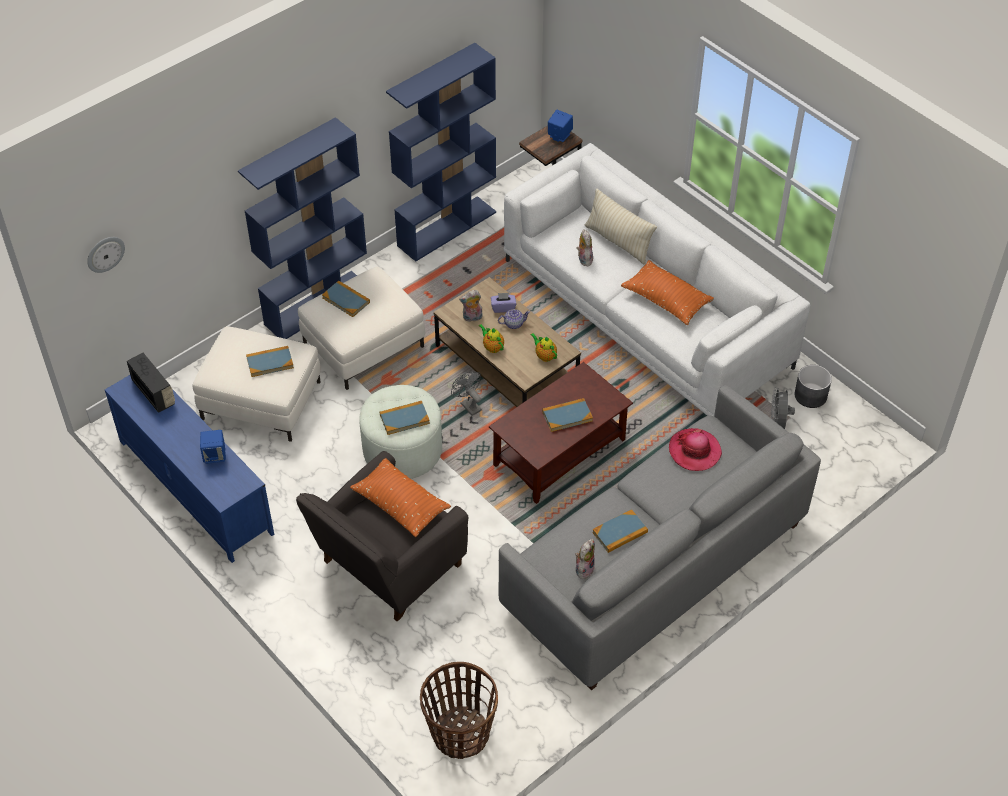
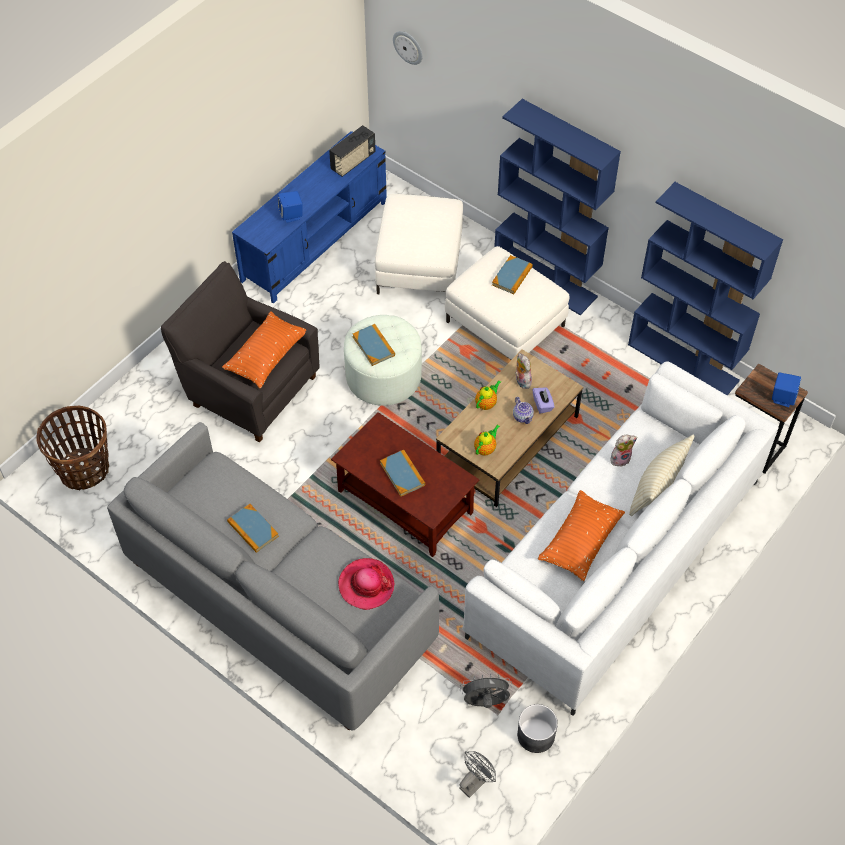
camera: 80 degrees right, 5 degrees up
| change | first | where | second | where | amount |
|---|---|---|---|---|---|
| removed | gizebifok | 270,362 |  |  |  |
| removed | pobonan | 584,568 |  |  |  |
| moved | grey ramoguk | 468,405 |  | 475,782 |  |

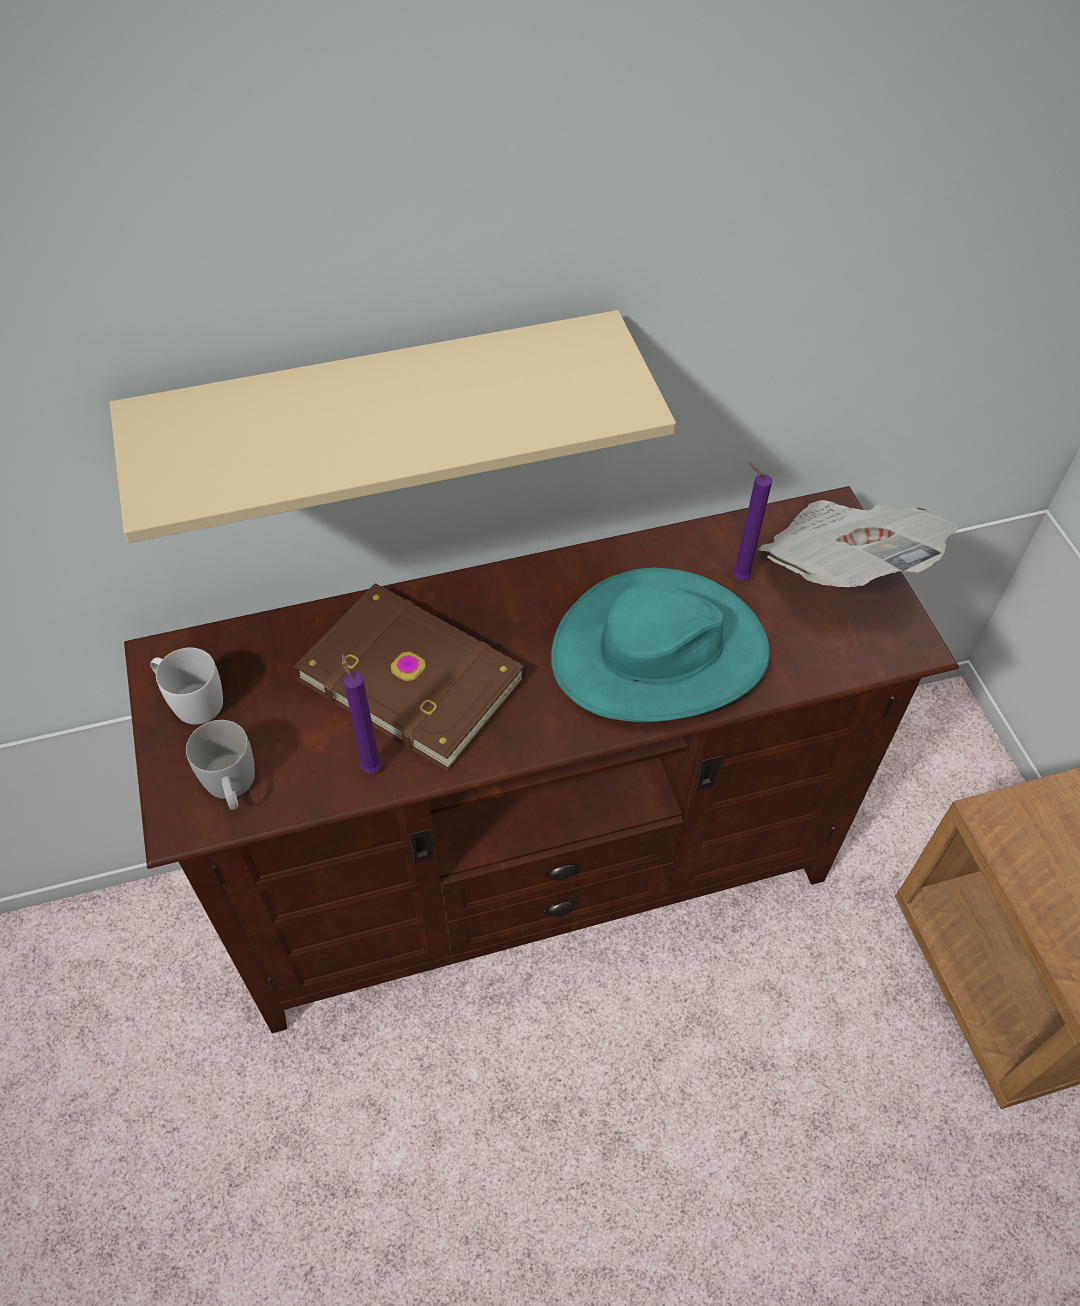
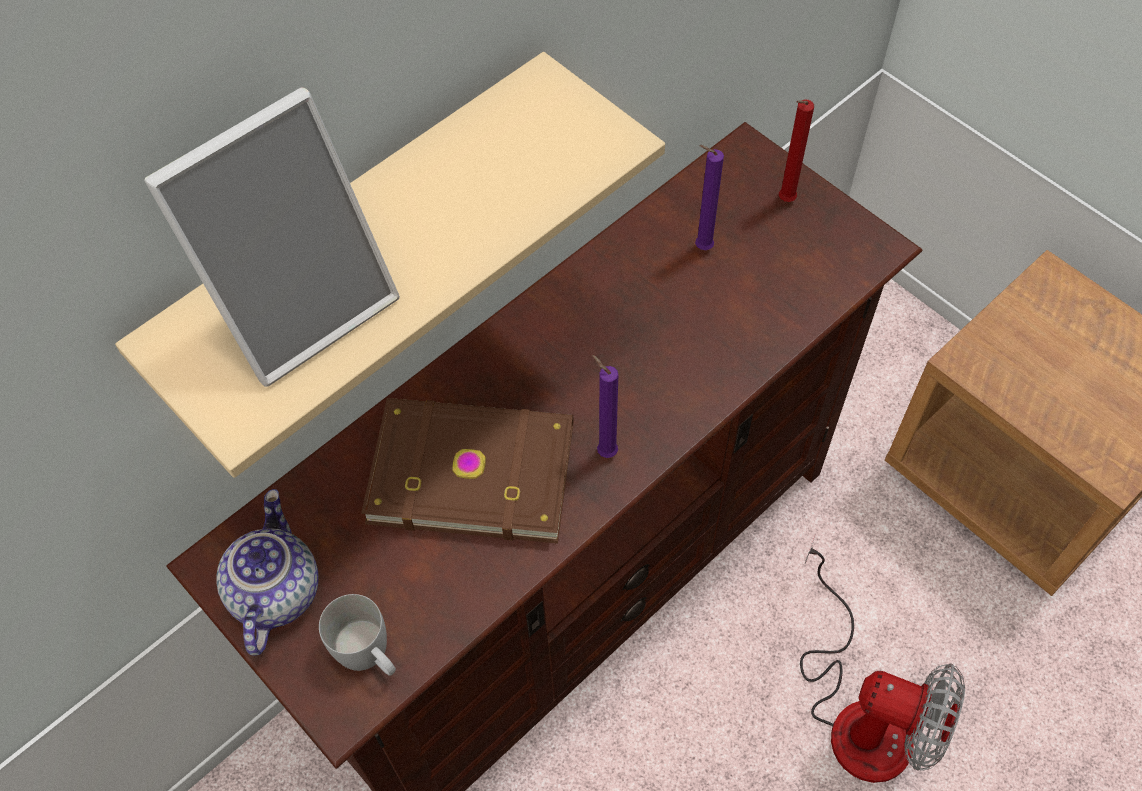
camera: 25 degrees left, 5 degrees up
| change | first | where | second | where | amount |
|---|---|---|---|---|---|
| removed | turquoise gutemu | 660,654 |  |  |  |
| added |  |  | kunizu | 302,305 |  |
| added |  |  | ramoguk | 859,711 |  |
| moved | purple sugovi | 370,765 |  | 604,451 |  |
| replaced | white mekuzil | 190,700 | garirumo | 274,591 |  |
| replaced | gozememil | 843,568 | red sugovi | 784,201 |  |

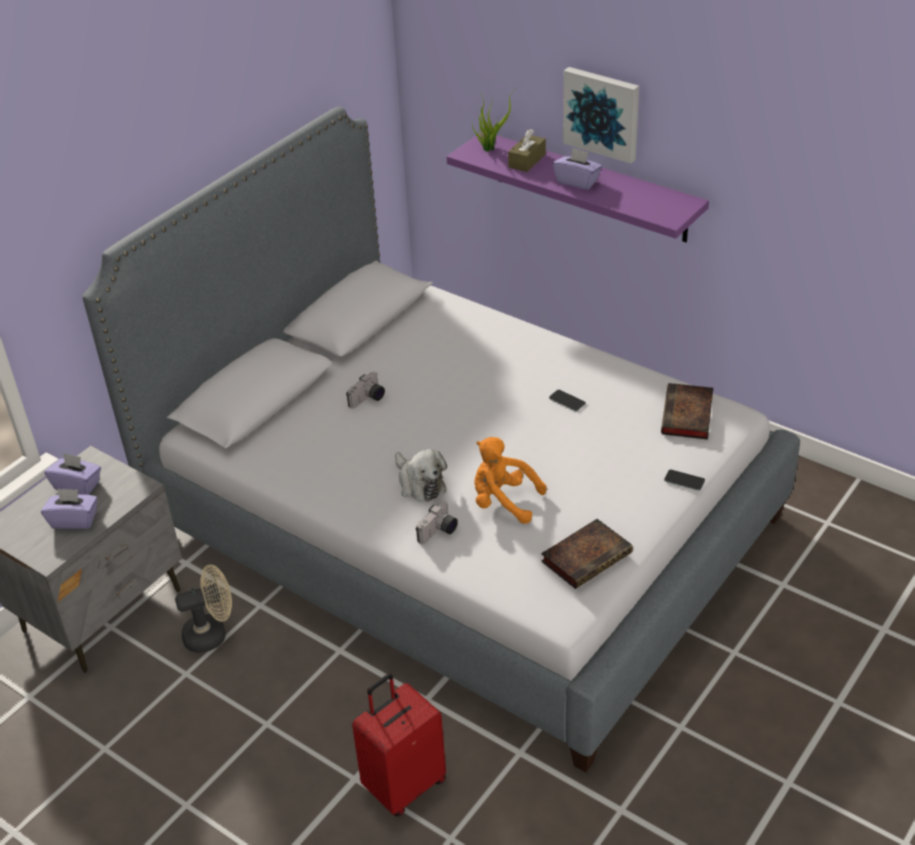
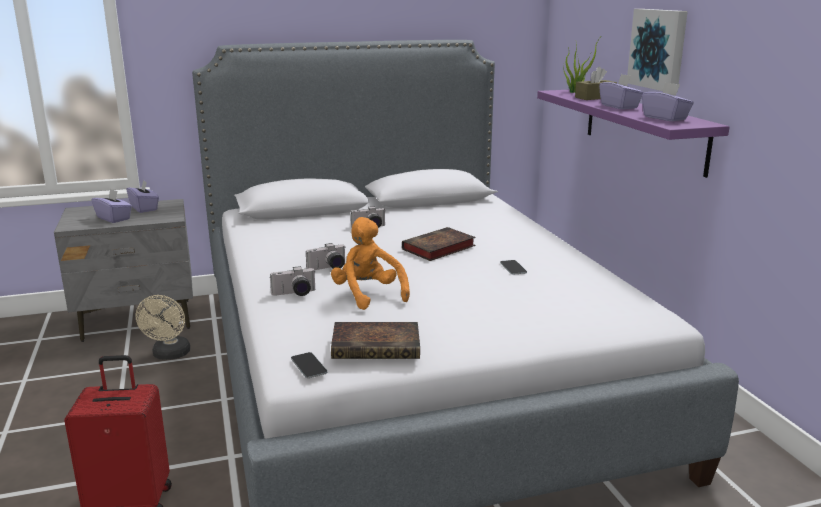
camera: 35 degrees right, 20 degrees down
| change | first | where | second | where | amount |
|---|---|---|---|---|---|
| added |  |  | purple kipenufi | 665,118 |  |
| moved | gizebifok | 687,416 |  | 438,249 |  |
| moved | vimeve | 684,480 |  | 309,365 |  |
| replaced | pobonan | 420,483 | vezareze | 328,268 |  |
| turned | beige ramoguk | 212,634 |  | 170,355 | 75 degrees clockwise |

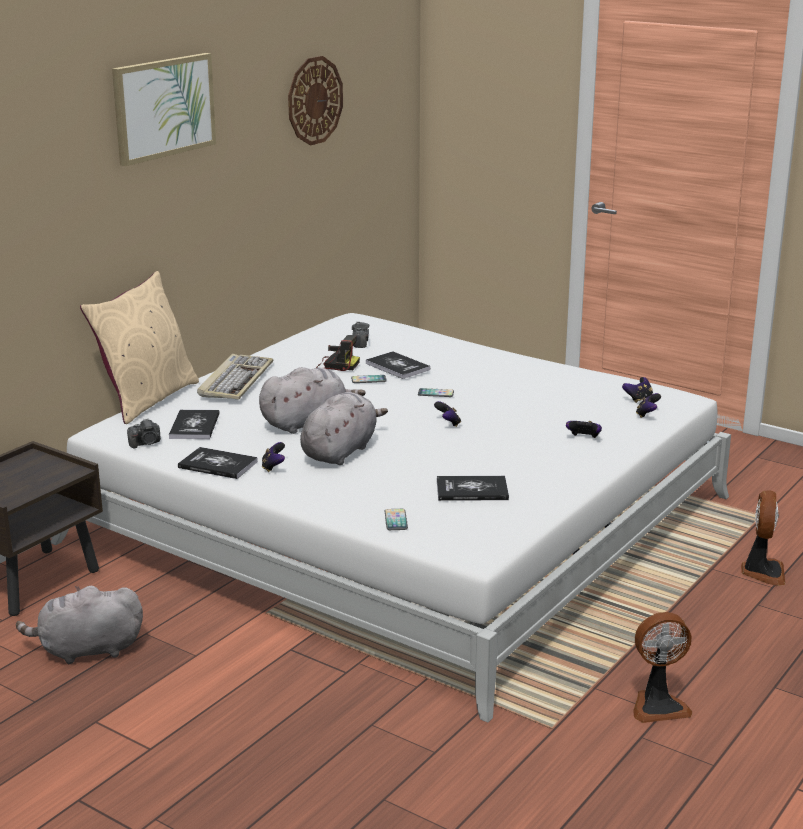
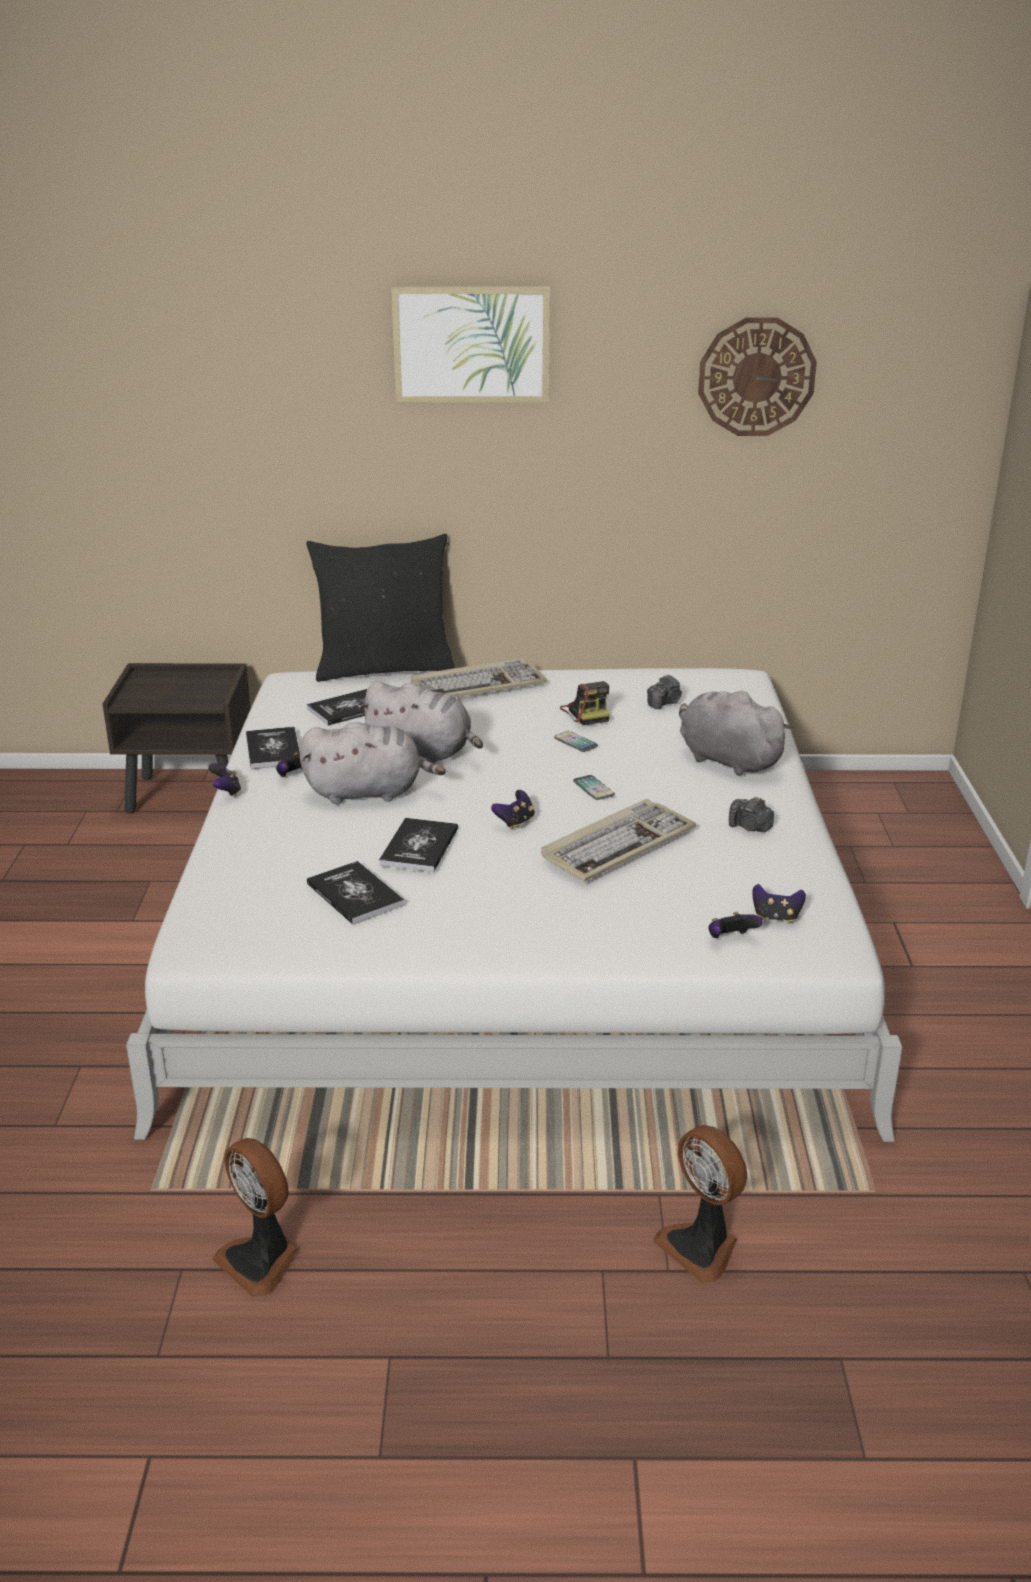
camera: 55 degrees right, 5 degrees up
| change | first | where | second | where | amount |
|---|---|---|---|---|---|
| removed | vimeve | 396,520 |  |  |  |
| added |  |  | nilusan | 618,844 |  |
| moved | grey pobonan | 87,650 |  | 726,760 |  |
| moved | vezareze | 146,443 |  | 750,827 |  |
| moved | gizebifok | 397,366 |  | 419,847 |  |
| moved | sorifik | 583,438 |  | 226,792 |  |
| recoloured | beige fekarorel | 146,399 | black fekarorel | 384,668 |  |
| turned | ramoguk | 762,572 |  | 701,1246 | 75 degrees clockwise |

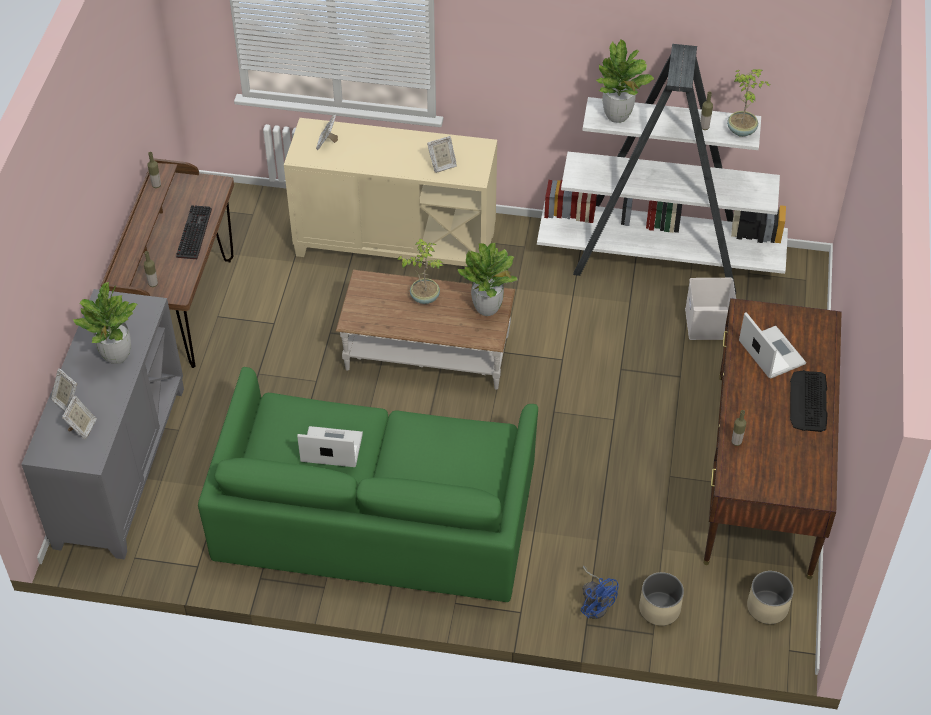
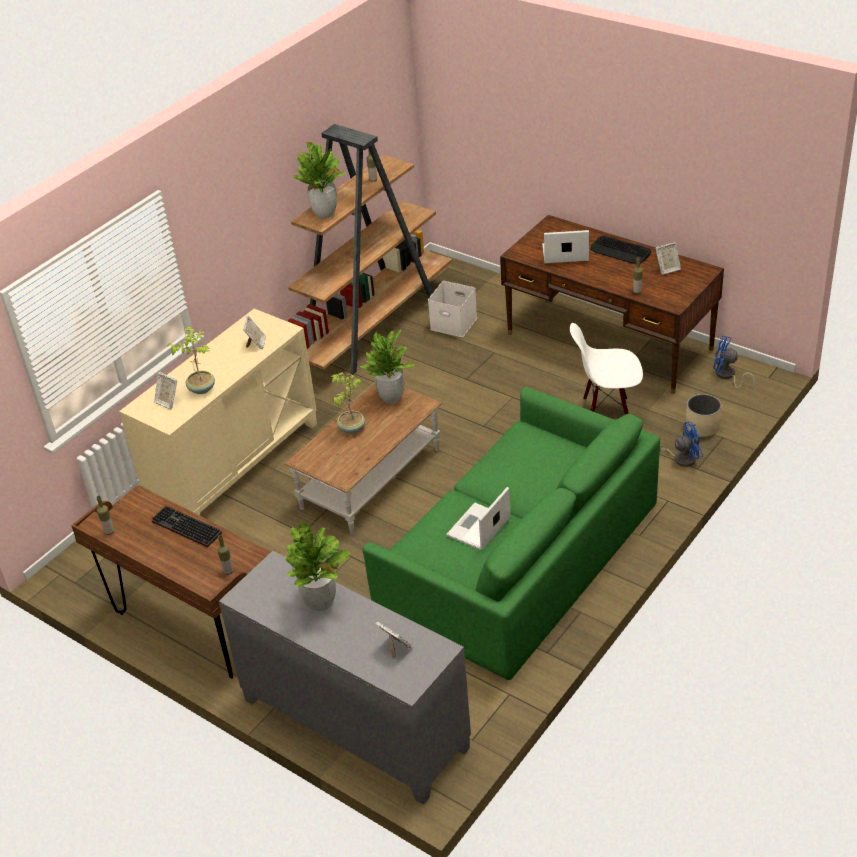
camera: 60 degrees left, 10 degrees down
| change | first | where | second | where | amount |
|---|---|---|---|---|---|
| added |  |  | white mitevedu | 606,416 |  |
| moved | kunizu | 66,401 |  | 667,269 |  |
| moved | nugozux | 742,130 |  | 201,388 |  |
| replaced | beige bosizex | 767,607 | blue ramoguk | 727,376 |  |
| recoloured | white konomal | 660,259 | brown konomal | 373,327 |  |

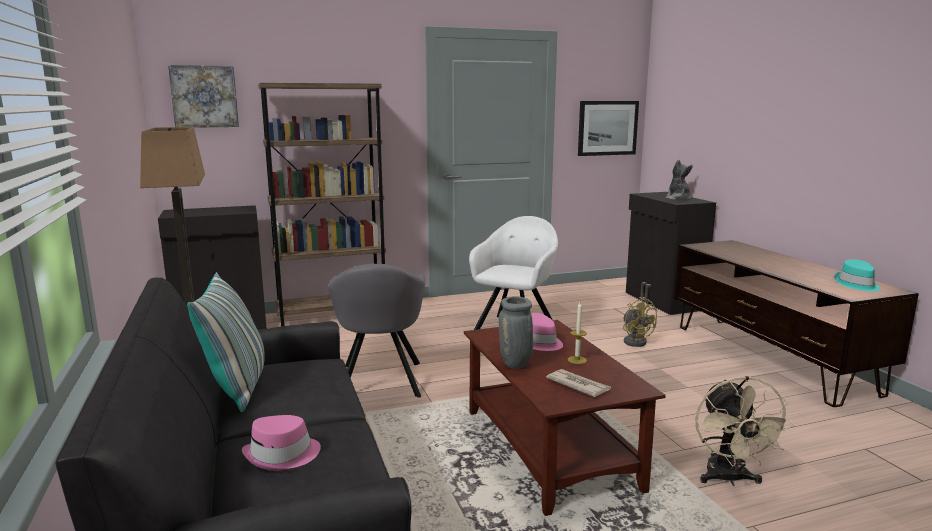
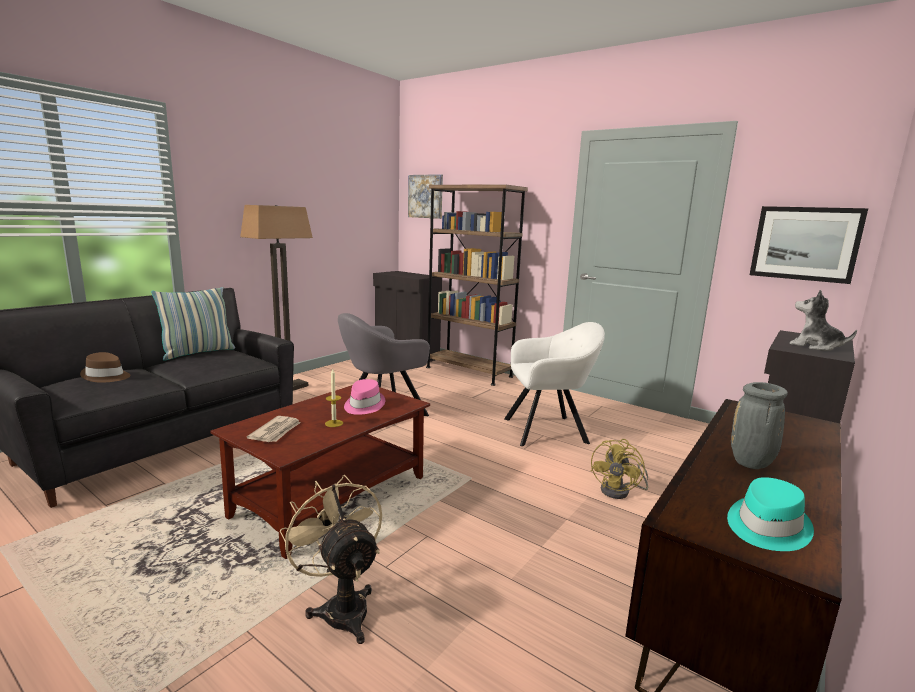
camera: 55 degrees right, 0 degrees up
| change | first | where | second | where | amount |
|---|---|---|---|---|---|
| moved | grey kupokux | 516,364 |  | 751,464 |  |
| recoloured | pink gutemu | 283,455 | brown gutemu | 106,376 |  |
| turned | pobonan | 677,198 |  | 815,346 | 105 degrees counterclockwise |
| turned | beige ramoguk | 729,479 |  | 341,607 | 90 degrees clockwise |

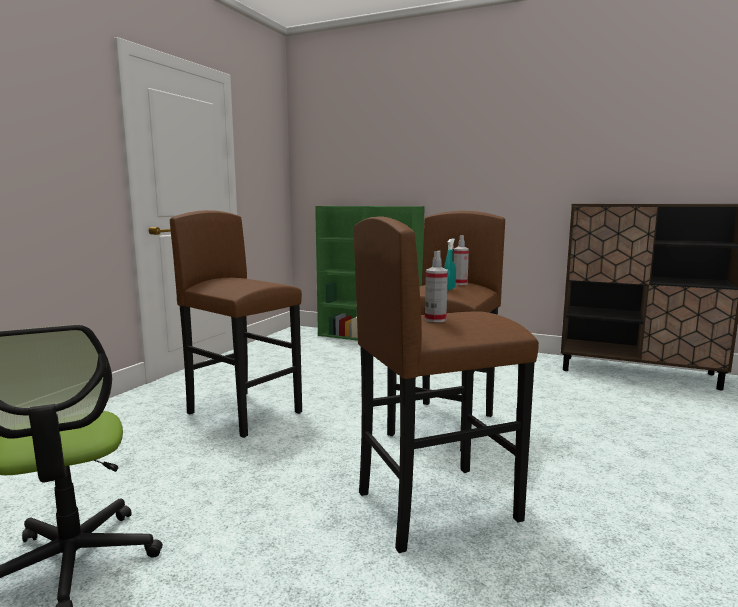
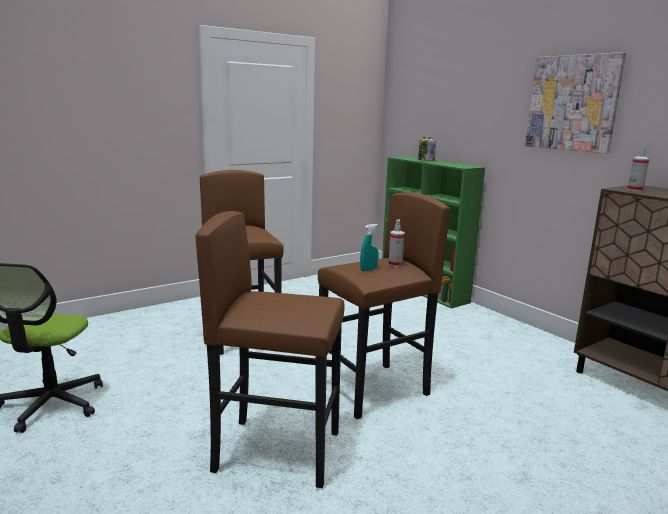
camera: 30 degrees right, 5 degrees up
| change | first | where | second | where | amount |
|---|---|---|---|---|---|
| added |  |  | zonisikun | 426,160 |  |
| added |  |  | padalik | 572,103 |  |
| moved | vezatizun | 435,319 |  | 635,190 |  |

